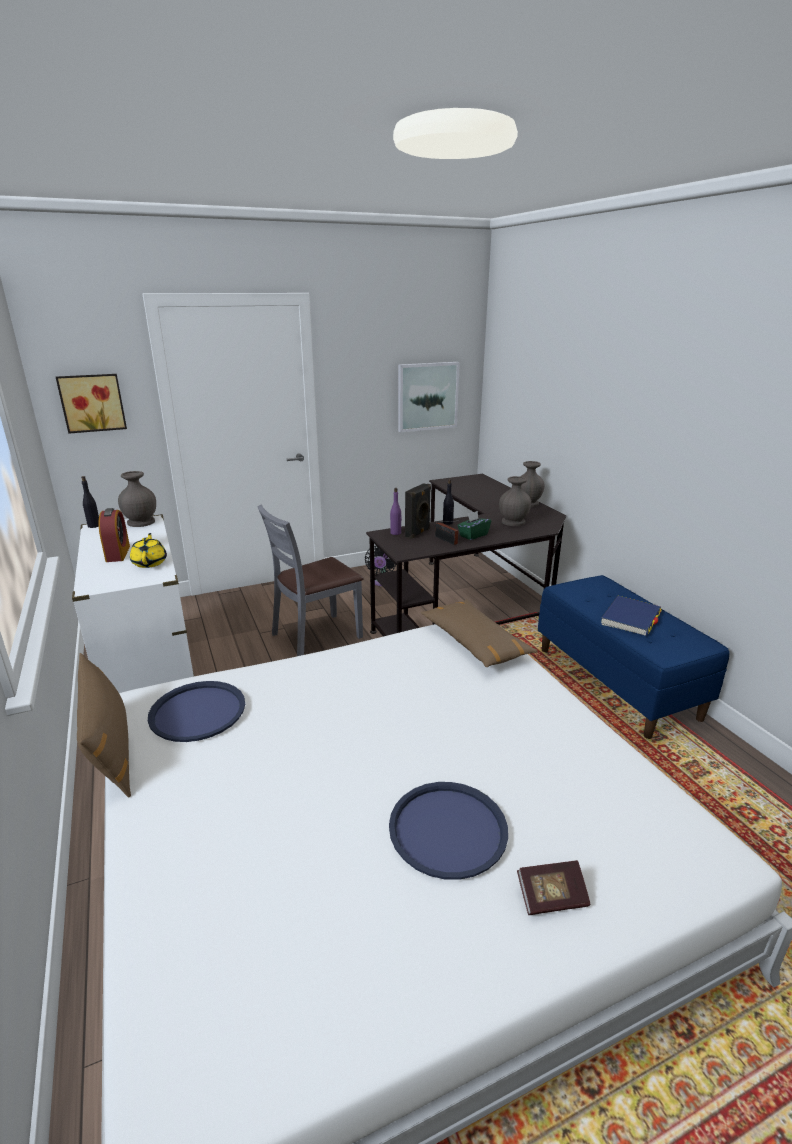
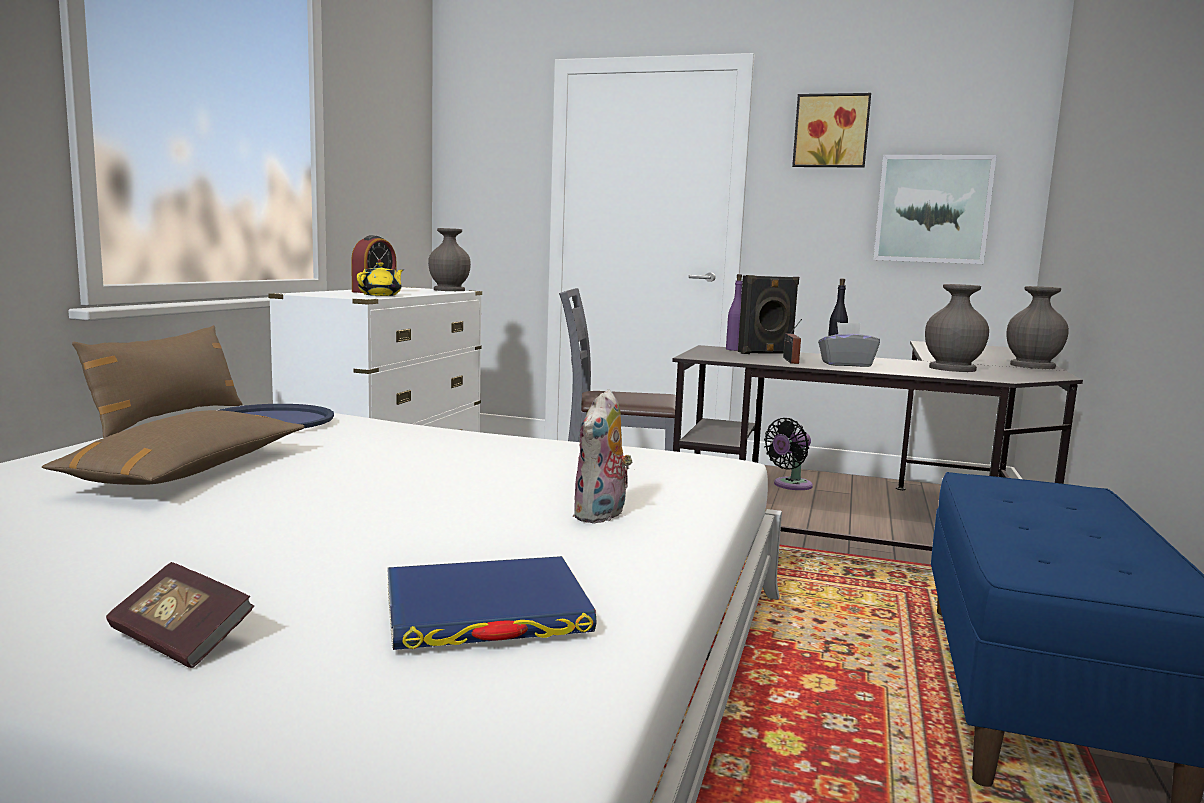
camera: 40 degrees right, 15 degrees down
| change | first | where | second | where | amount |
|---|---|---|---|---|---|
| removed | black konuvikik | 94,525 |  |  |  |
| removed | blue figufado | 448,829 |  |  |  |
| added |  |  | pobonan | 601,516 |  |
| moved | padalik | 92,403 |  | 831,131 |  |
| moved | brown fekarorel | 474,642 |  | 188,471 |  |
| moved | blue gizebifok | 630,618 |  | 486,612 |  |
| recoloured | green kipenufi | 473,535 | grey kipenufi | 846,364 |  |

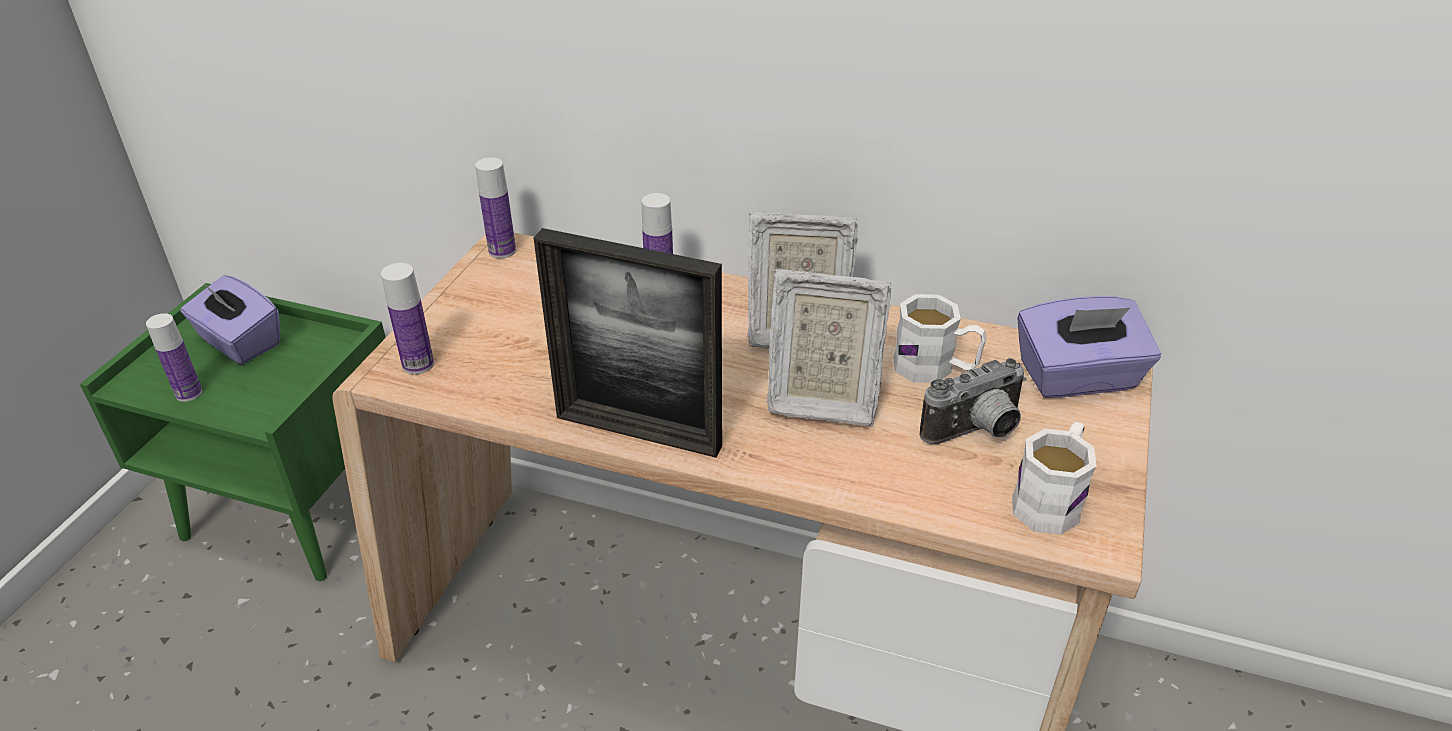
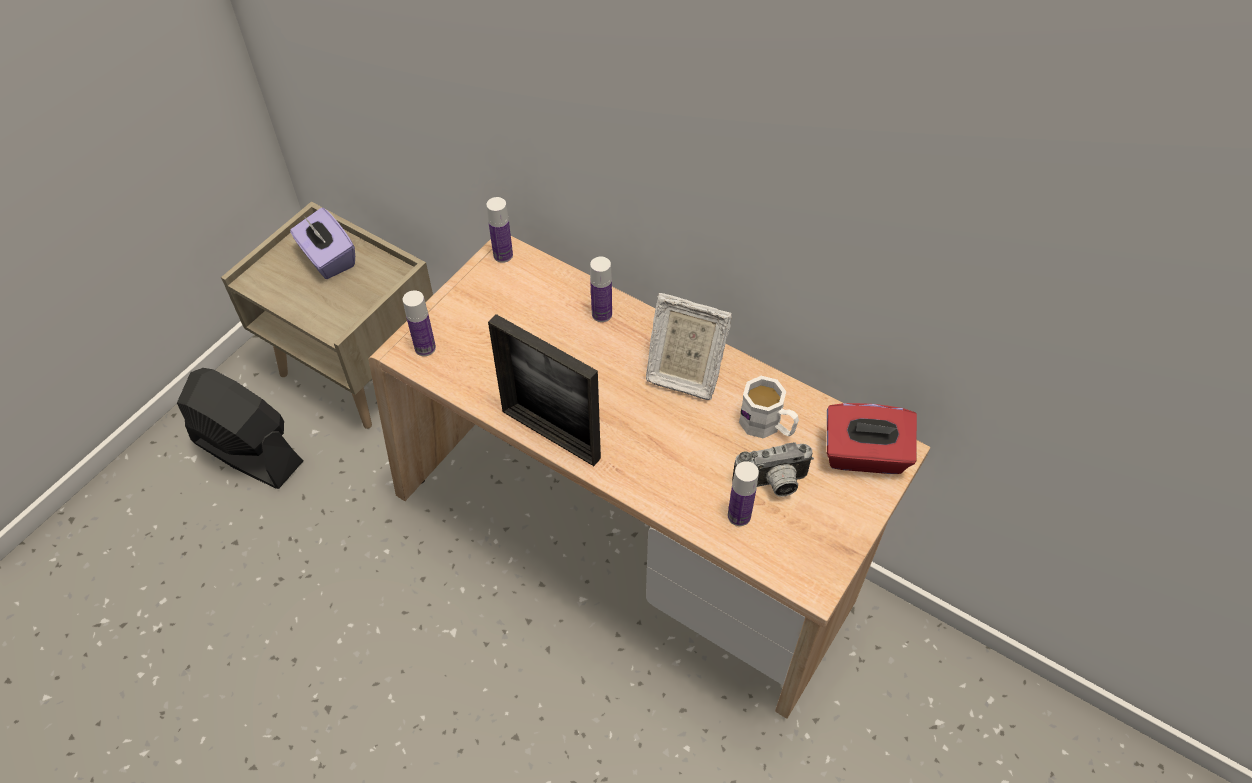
camera: 15 degrees right, 15 degrees up
| change | first | where | second | where | amount |
|---|---|---|---|---|---|
| removed | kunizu | 820,399 |  |  |  |
| removed | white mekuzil | 1050,499 |  |  |  |
| added |  |  | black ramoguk | 247,451 |  |
| moved | konuvikik | 189,393 |  | 739,516 |  |
| recoloured | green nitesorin | 296,510 | beige nitesorin | 359,368 |  |
| recoloured | purple kipenufi | 1078,378 | red kipenufi | 864,455 |  |

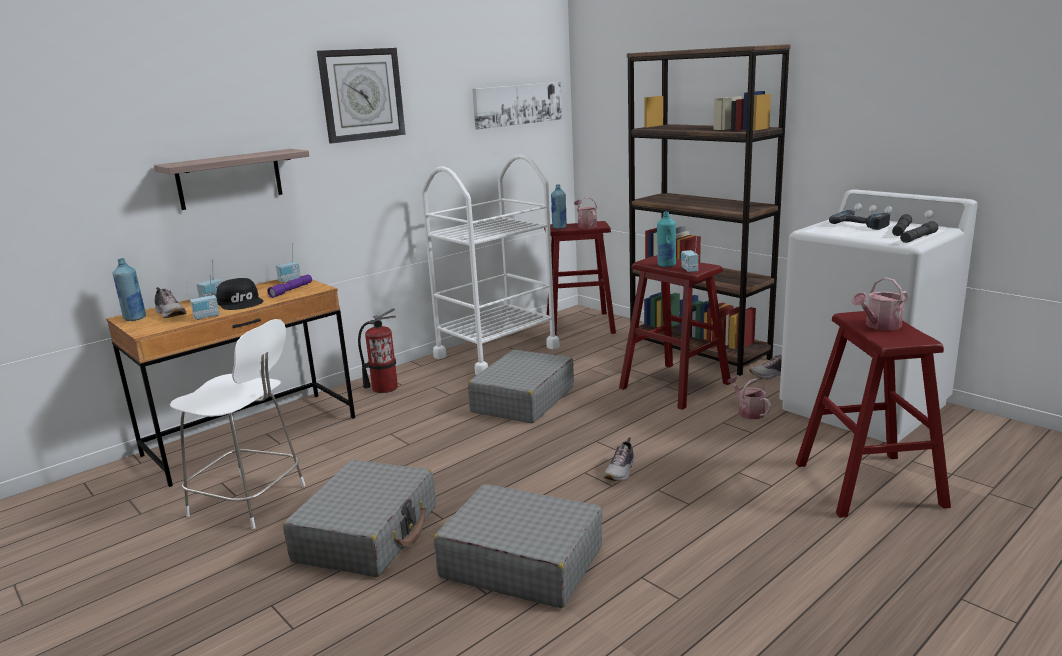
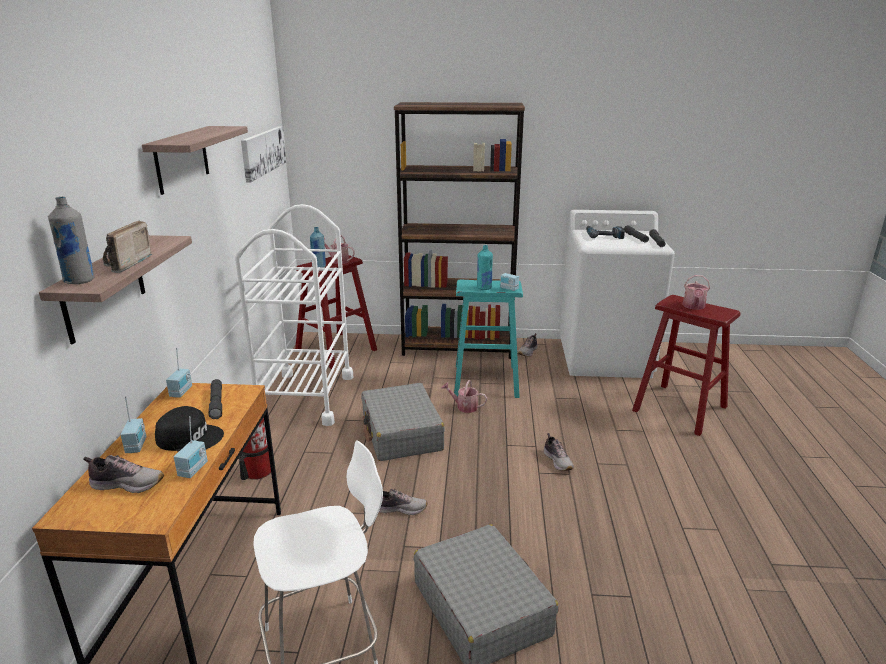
camera: 45 degrees left, 5 degrees up
| change | first | where | second | where | amount |
|---|---|---|---|---|---|
| removed | blue konuvikik | 135,318 |  |  |  |
| removed | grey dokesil | 521,562 |  |  |  |
| added |  |  | grey konuvikik | 80,280 |  |
| added |  |  | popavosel | 123,264 |  |
| added |  |  | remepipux | 400,508 |  |
| moved | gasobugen | 748,412 |  | 464,407 |  |
| replaced | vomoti | 362,94 | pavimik | 182,159 |  |
| recoloured | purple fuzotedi | 291,290 | grey fuzotedi | 216,403 |  |
| recoloured | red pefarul | 675,385 | turquoise pefarul | 486,380 |  |

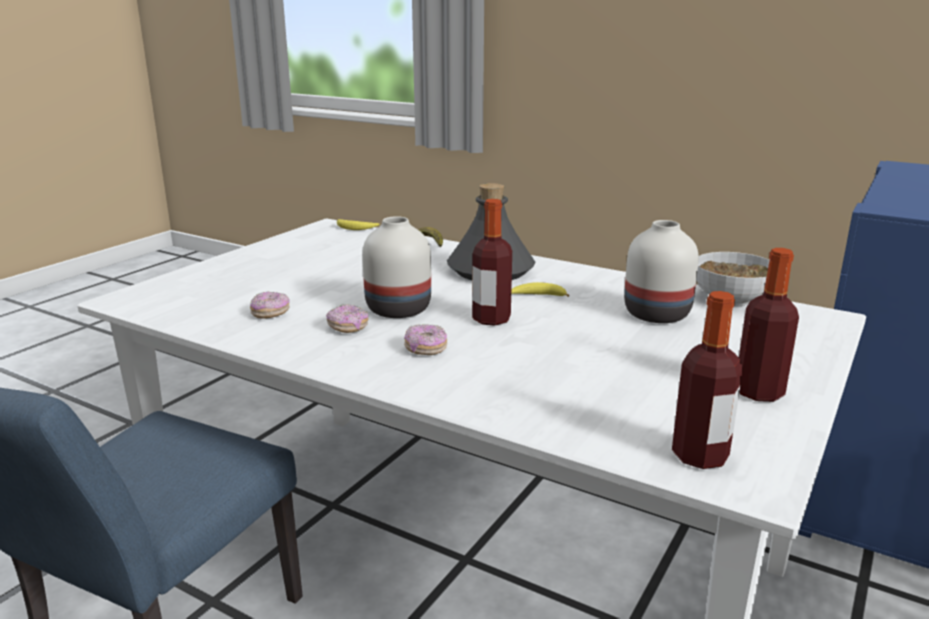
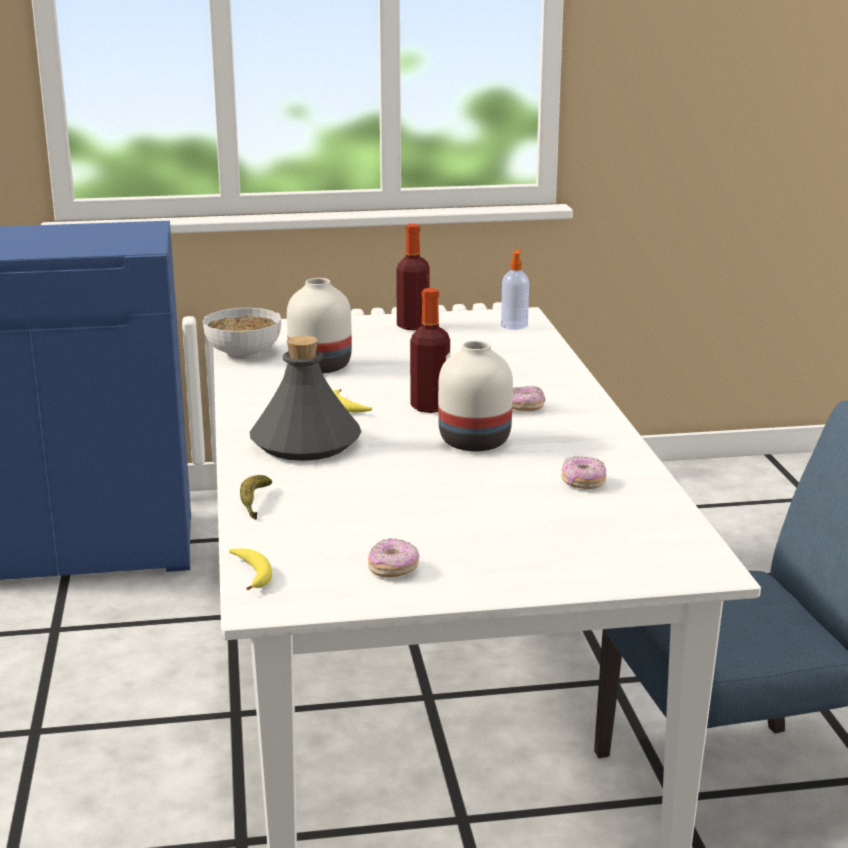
camera: 130 degrees left, 0 degrees up
| change | first | where | second | where | amount |
|---|---|---|---|---|---|
| moved | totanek | 348,328 |  | 393,569 |  |
| replaced | konuvikik | 700,456 | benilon | 514,325 |  |

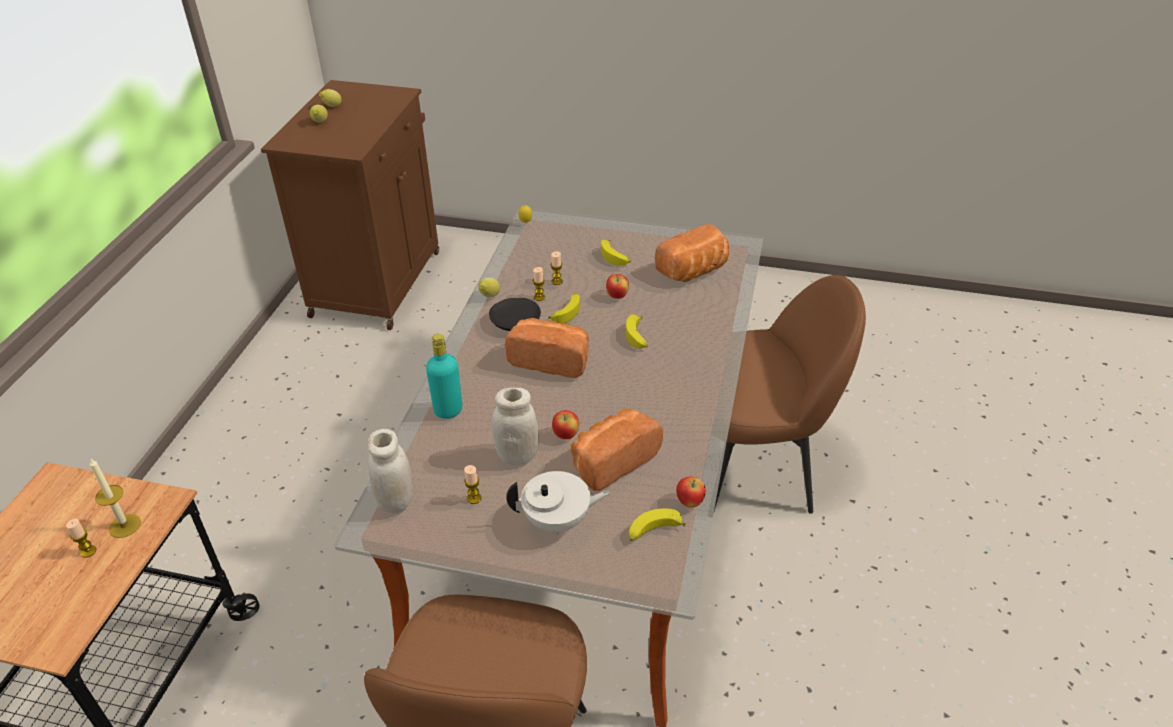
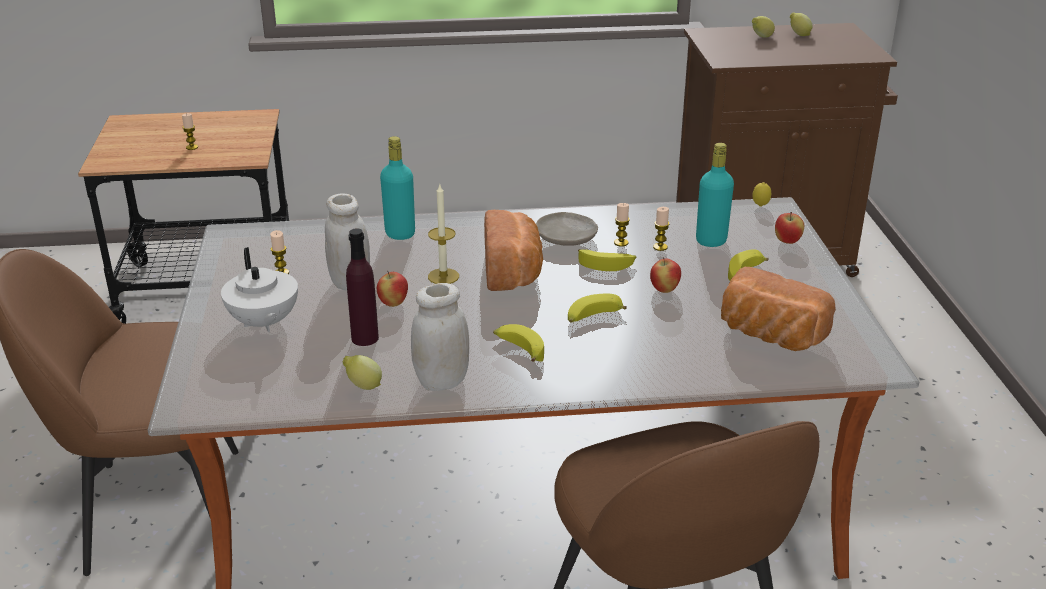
camera: 70 degrees right, 10 degrees down
| change | first | where | second | where | amount |
|---|---|---|---|---|---|
| added |  |  | turquoise konuvikik | 711,241 |  |
| moved | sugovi | 124,525 |  | 443,276 |  |
| moved | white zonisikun | 395,501 |  | 442,381 |  |
| moved | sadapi | 489,296 |  | 363,386 |  |
| moved | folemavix | 653,531 |  | 519,349 |  |
| moved | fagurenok | 689,502 |  | 787,242 |  |
| replaced | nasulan | 612,460 | purple konuvikik | 365,338 |  |
| recoloured | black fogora | 515,321 | beige fogora | 567,238 |  |

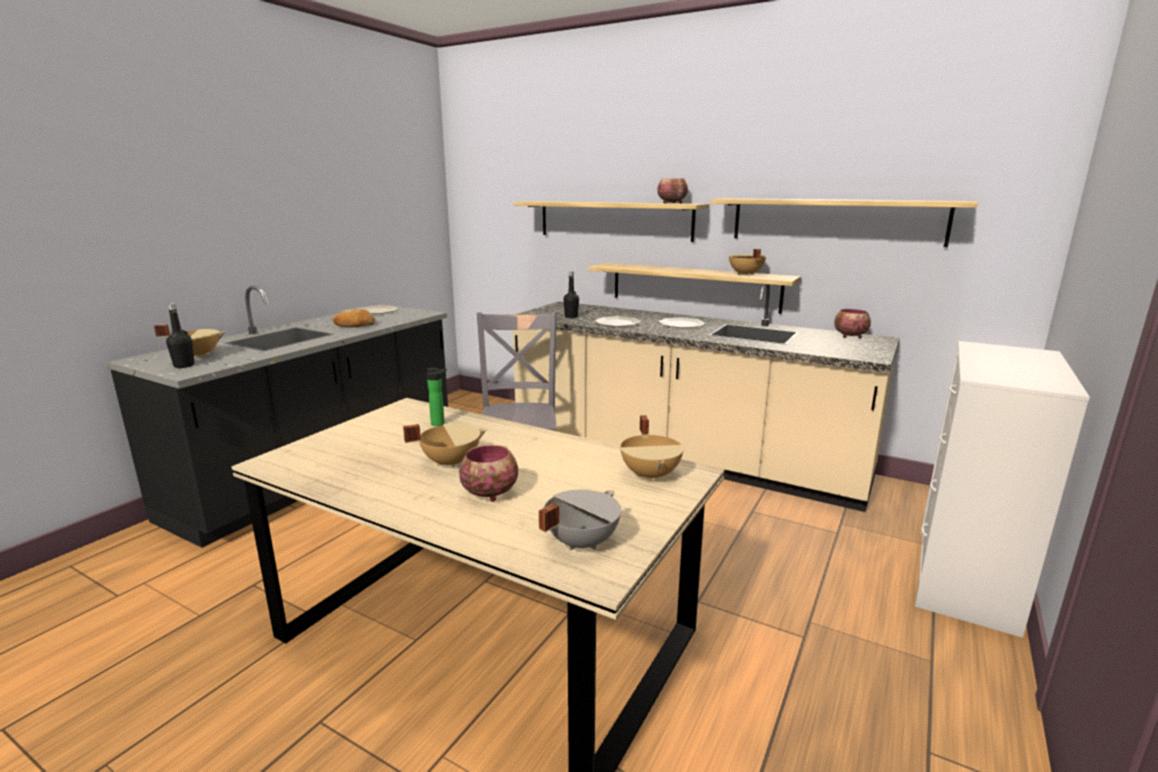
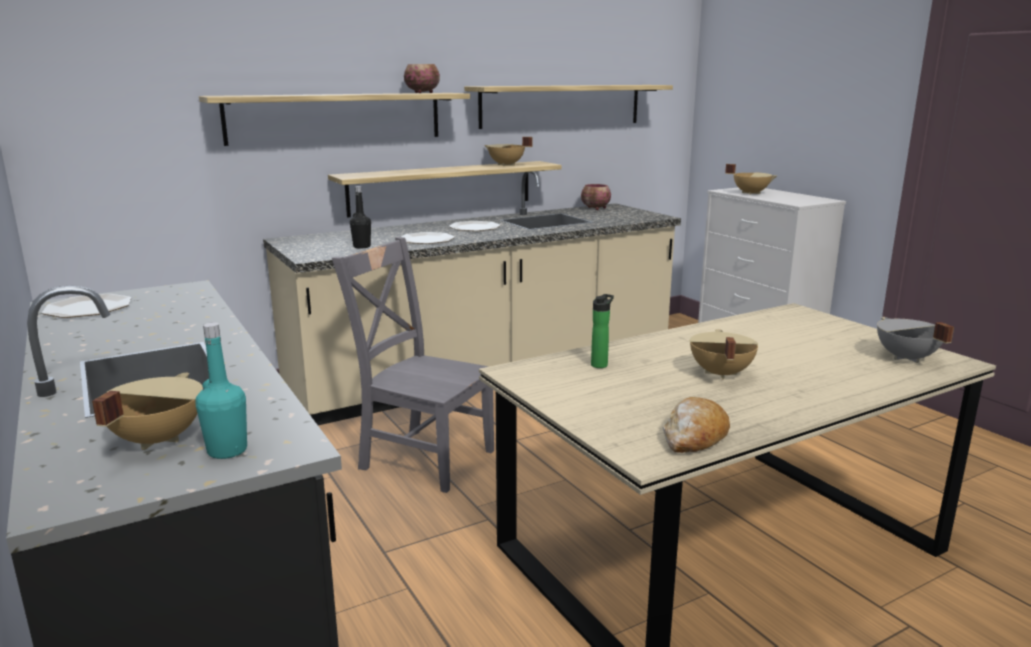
camera: 60 degrees left, 0 degrees up
| change | first | where | second | where | amount |
|---|---|---|---|---|---|
| removed | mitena | 490,493 |  |  |  |
| moved | nasulan | 354,325 |  | 694,437 |  |
| moved | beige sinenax | 651,475 |  | 750,193 |  |
| recoloured | black konuvikik | 184,366 | turquoise konuvikik | 227,451 |  |

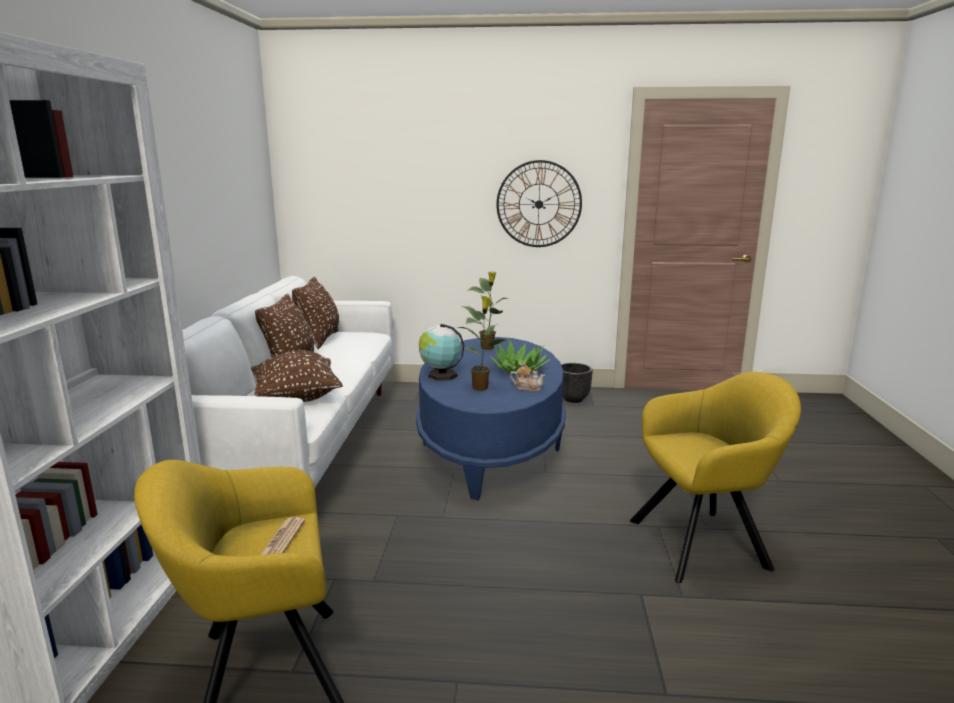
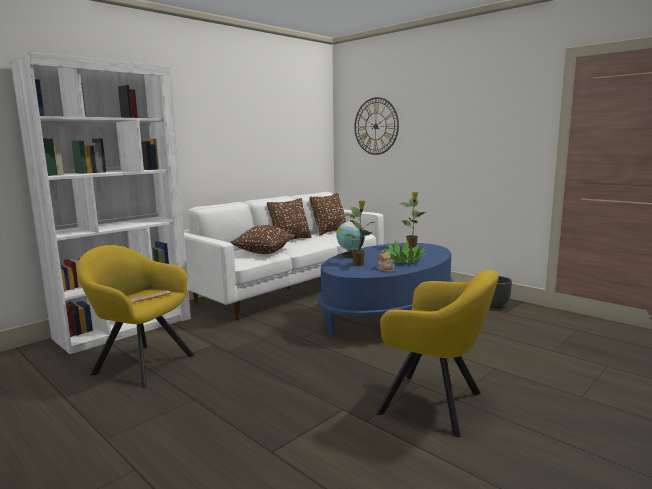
camera: 40 degrees right, 5 degrees down
| change | first | where | second | where | amount |
|---|---|---|---|---|---|
| moved | vomoti | 539,204 |  | 376,126 |  |

